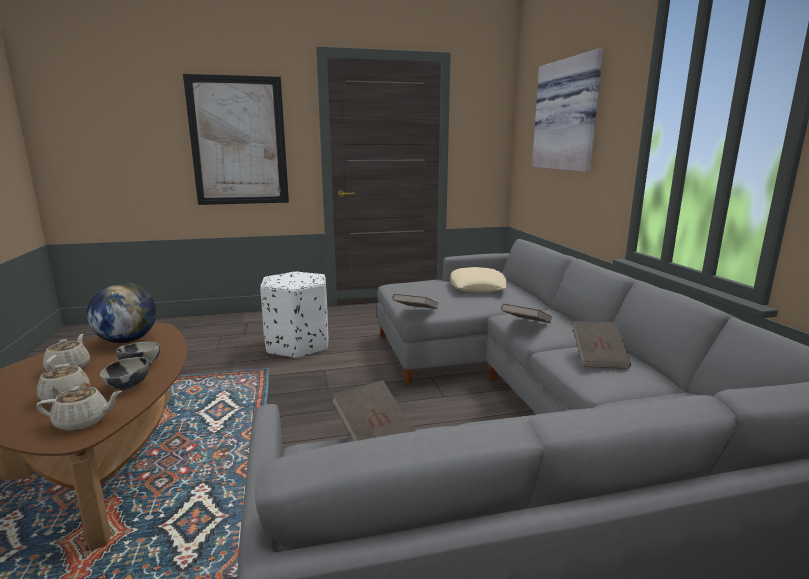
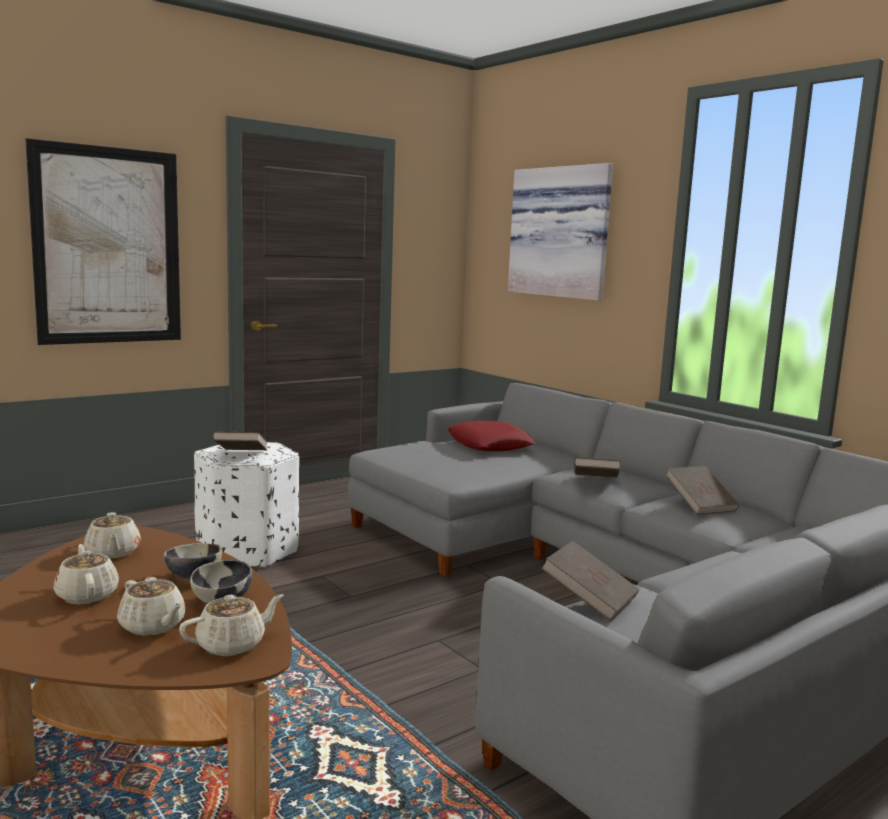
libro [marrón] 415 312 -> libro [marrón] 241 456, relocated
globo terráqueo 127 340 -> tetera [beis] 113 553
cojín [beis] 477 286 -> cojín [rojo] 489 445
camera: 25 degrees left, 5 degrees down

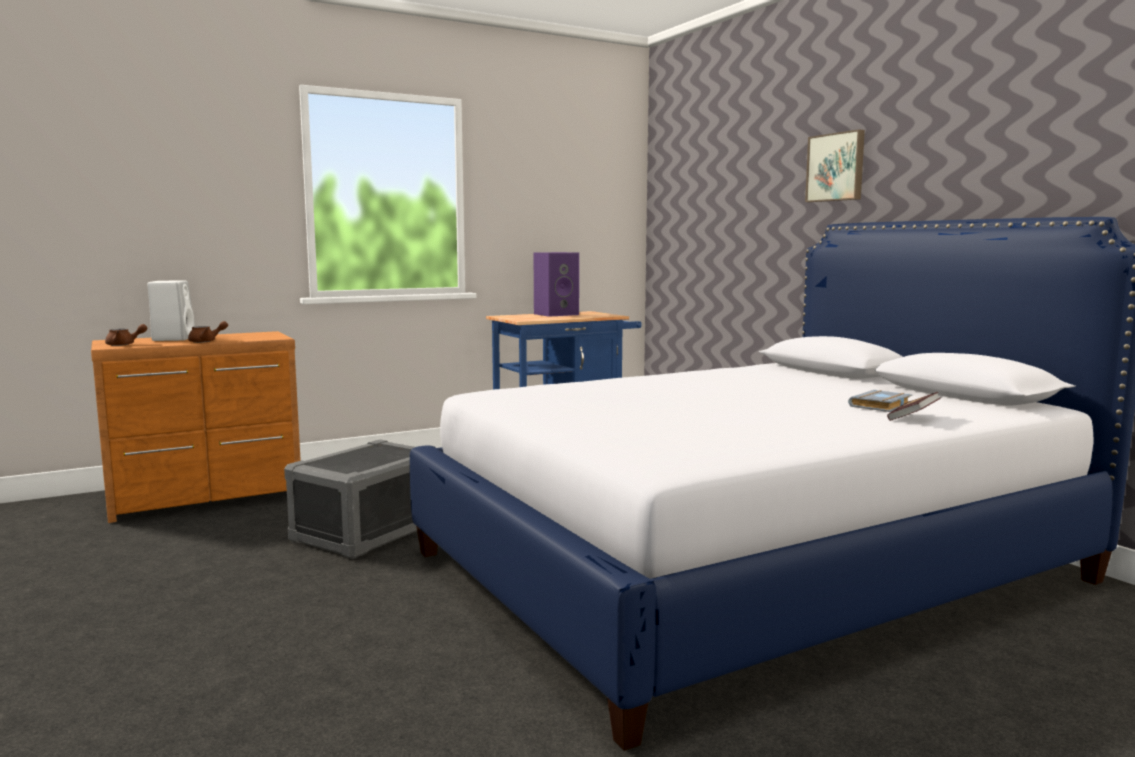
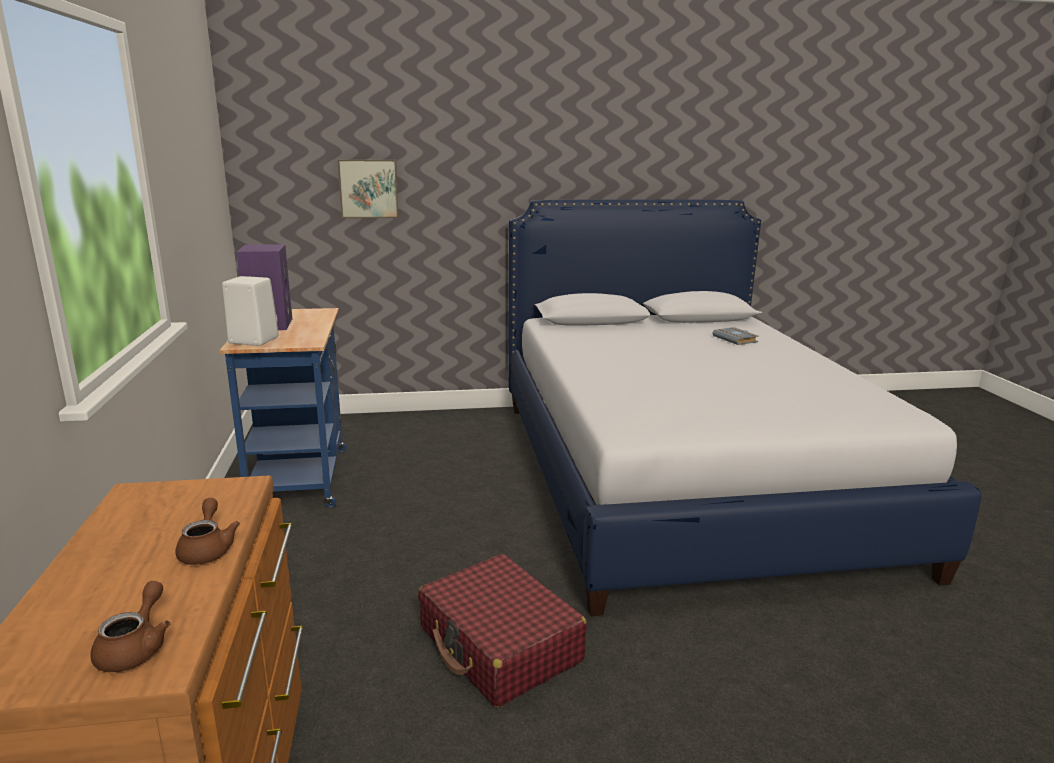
libro 913 418 -> none
altavoz [blanco] 173 339 -> altavoz [blanco] 252 340, relocated
cuadro 836 167 -> cuadro 368 188, relocated
caja de almacenaje [gris] 368 531 -> maleta [rojo] 500 645
camera: 70 degrees left, 10 degrees up

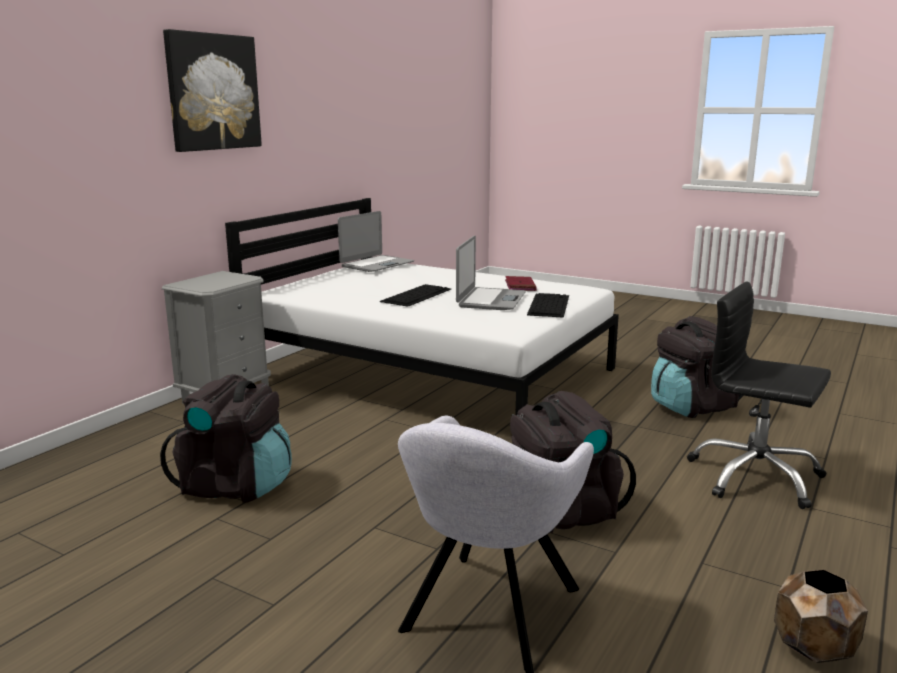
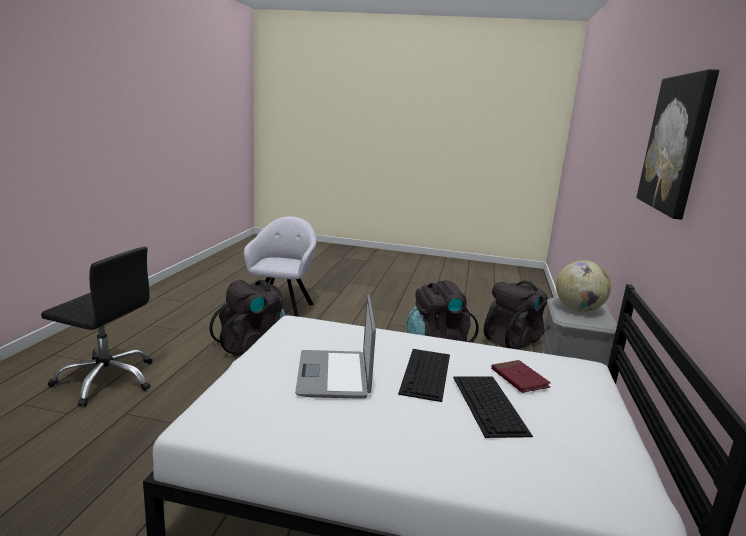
portátil 376 264 -> none
maceta [marrón] 813 649 -> none
none -> globo terráqueo 578 309
libro [rojo] 520 286 -> libro [rojo] 519 379, relocated
teclado 548 305 -> teclado 490 405, relocated
mochila [negro] 693 406 -> mochila [negro] 512 340, relocated
camera: 160 degrees right, 0 degrees up

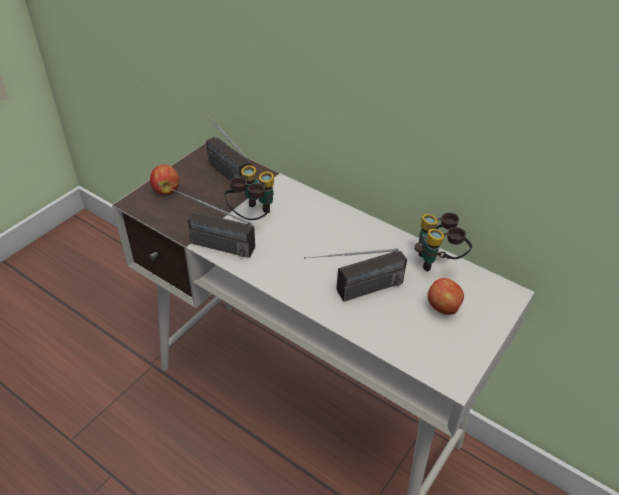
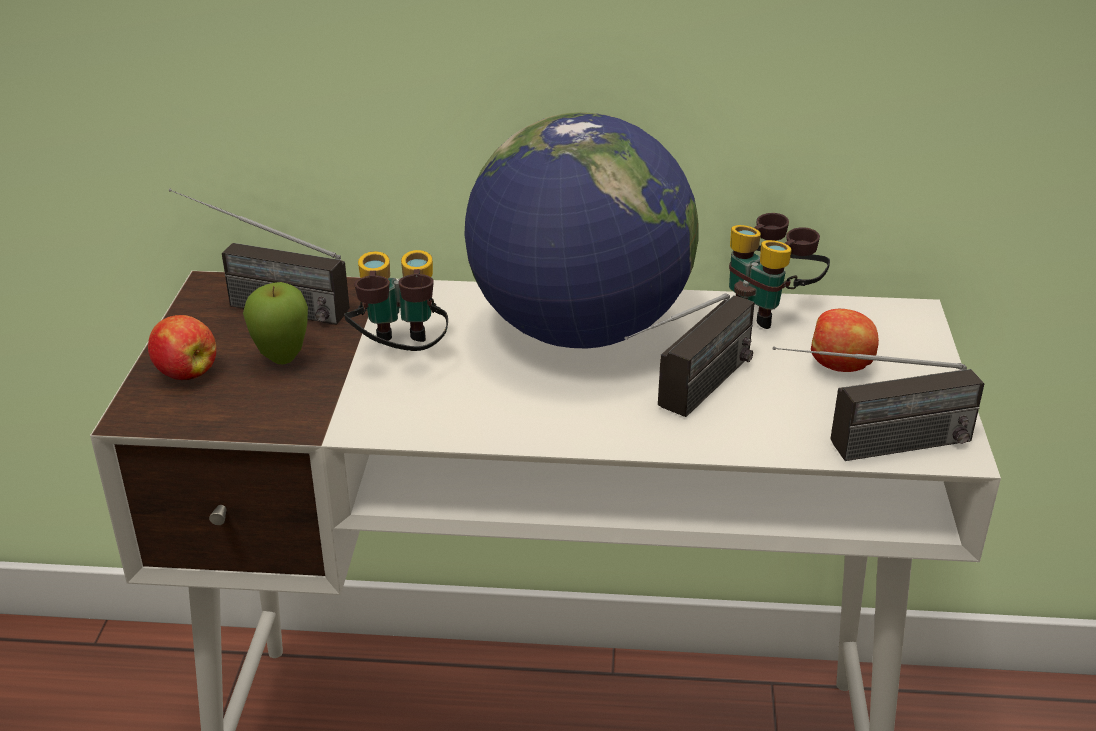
none -> manzana 282 359
none -> globo terráqueo 579 331
radio 206 243 -> radio 867 449, relocated
camera: 30 degrees left, 10 degrees down

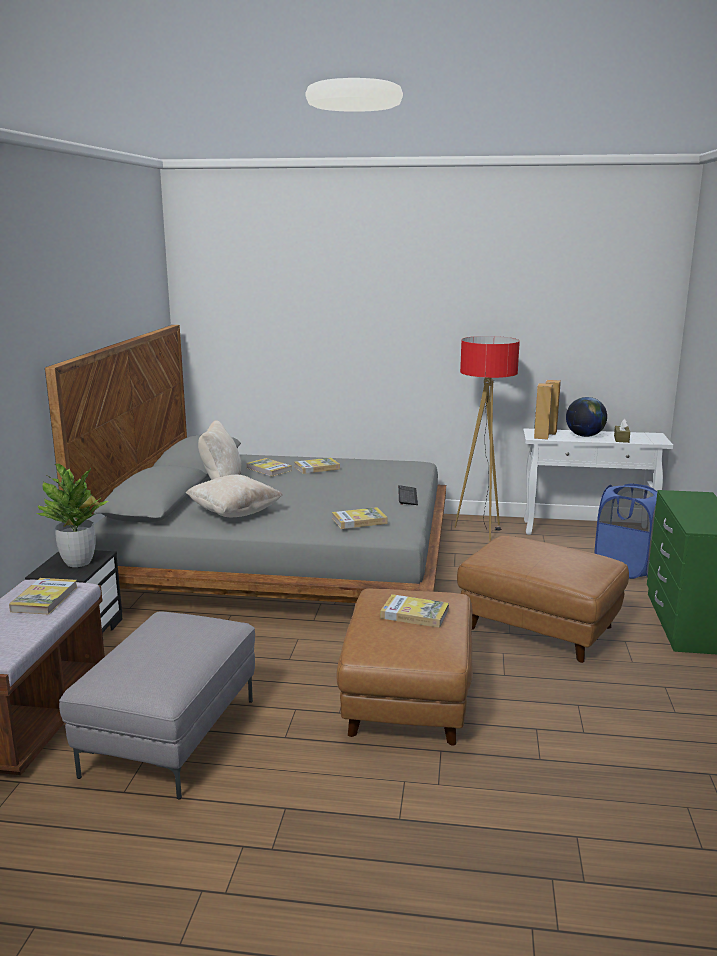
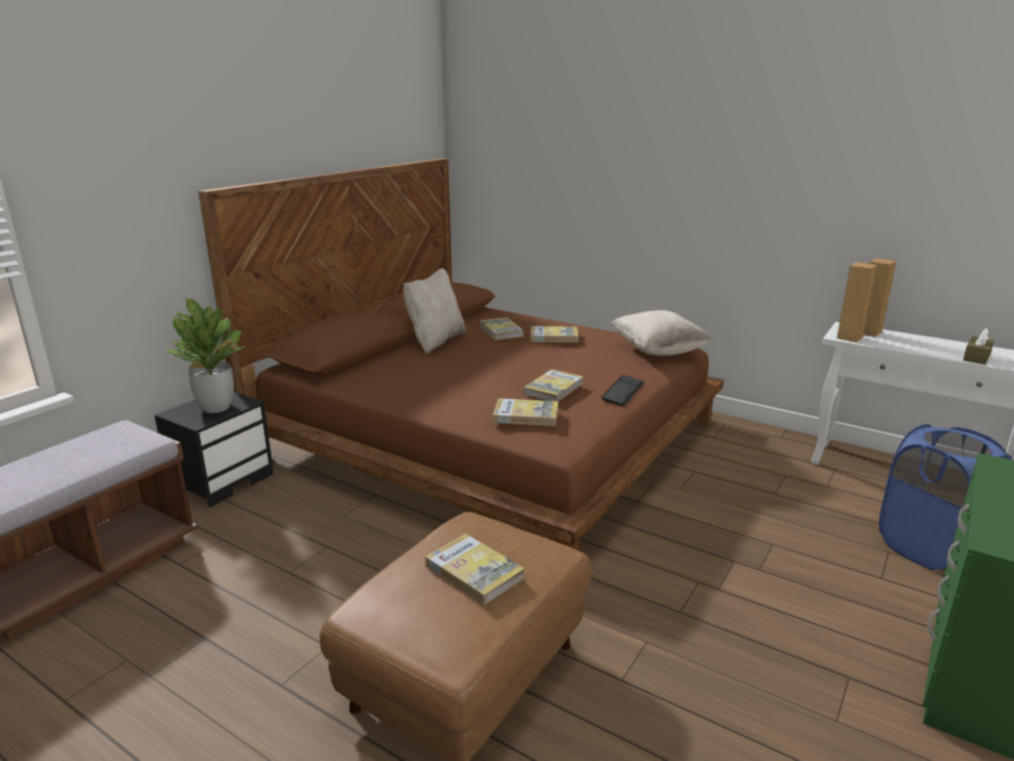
puf [gris] 170 736 -> none
lámpara de pie 481 531 -> none
puf [marrón] 540 627 -> none
globo terráqueo 584 436 -> none
libro 44 599 -> libro 554 388, relocated
cojín [beis] 234 513 -> cojín [beis] 658 351, relocated
cama [gris] 284 558 -> cama [marrón] 491 436
camera: 25 degrees right, 5 degrees up

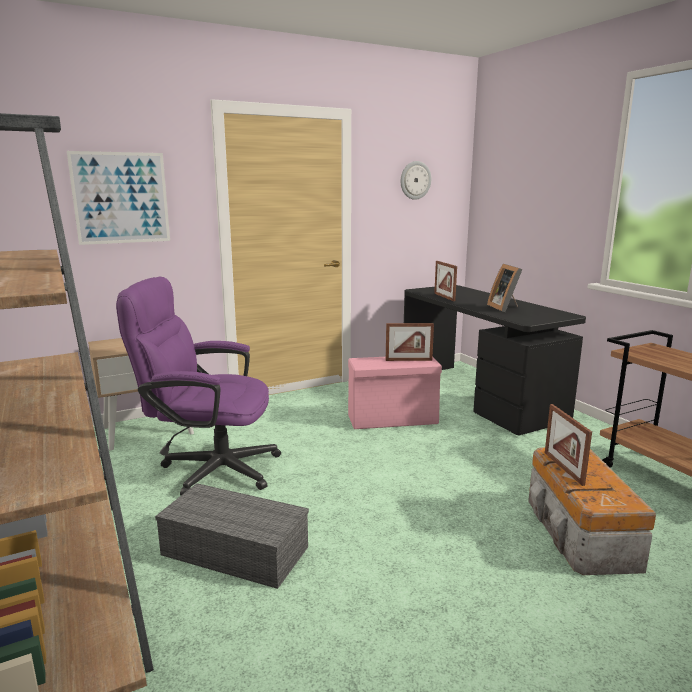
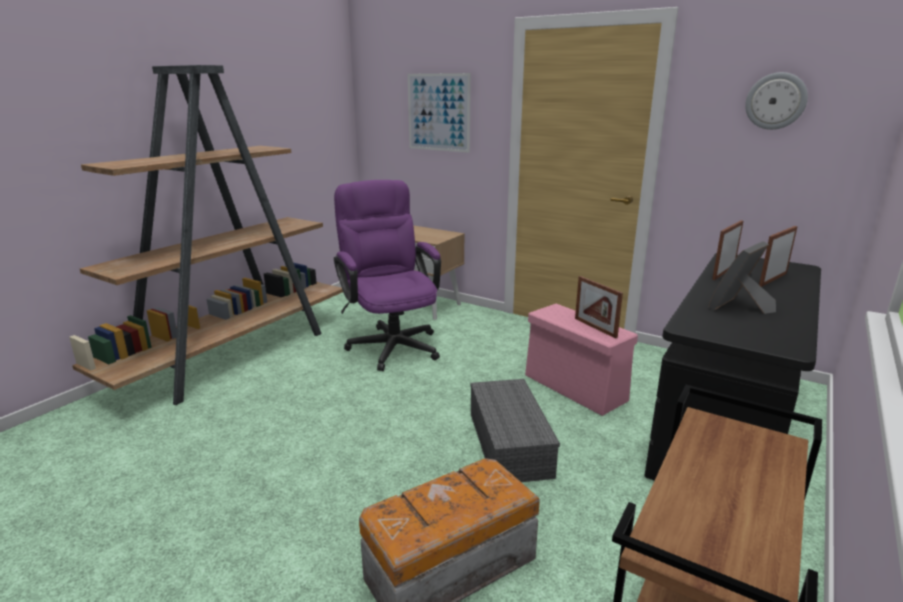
caja de almacenaje [gris] 232 551 -> caja de almacenaje [gris] 507 443, relocated
portarretratos 563 468 -> portarretratos 773 279, relocated
camera: 60 degrees right, 5 degrees up

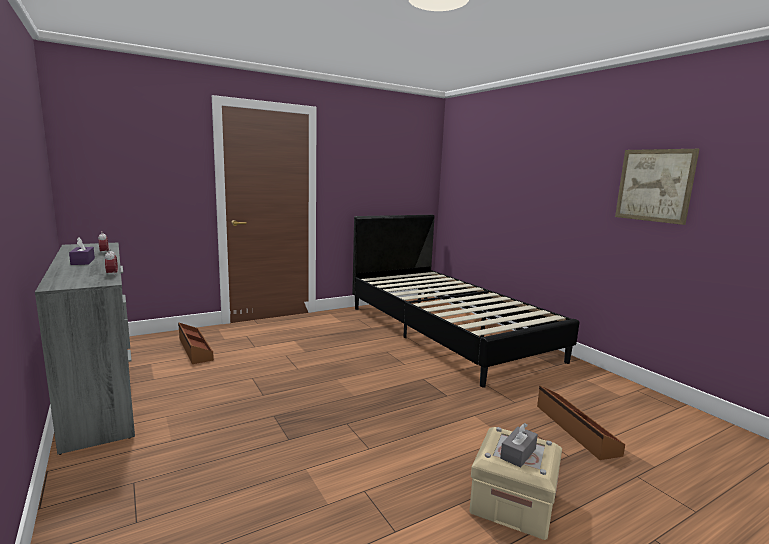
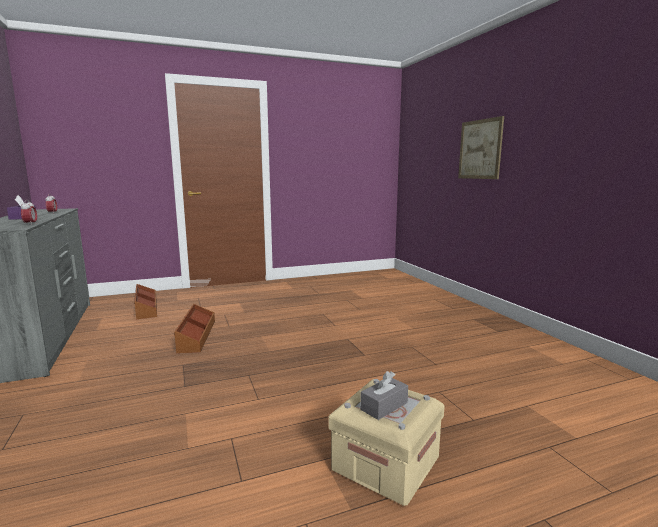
cama [negro] 446 331 -> none
caja de almacenaje [marrón] 575 429 -> caja de almacenaje [marrón] 196 335, relocated
cuadro 654 185 -> cuadro 480 149, relocated
camera: 10 degrees right, 0 degrees up

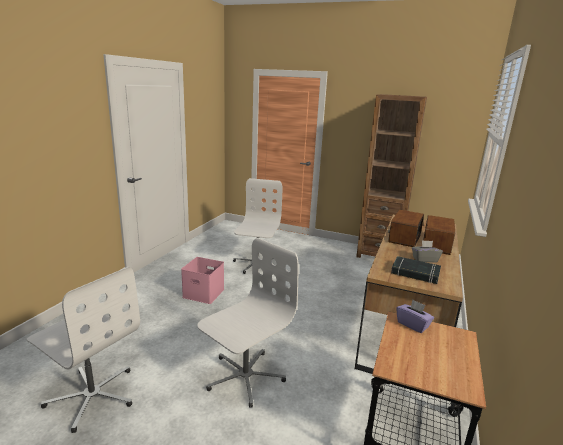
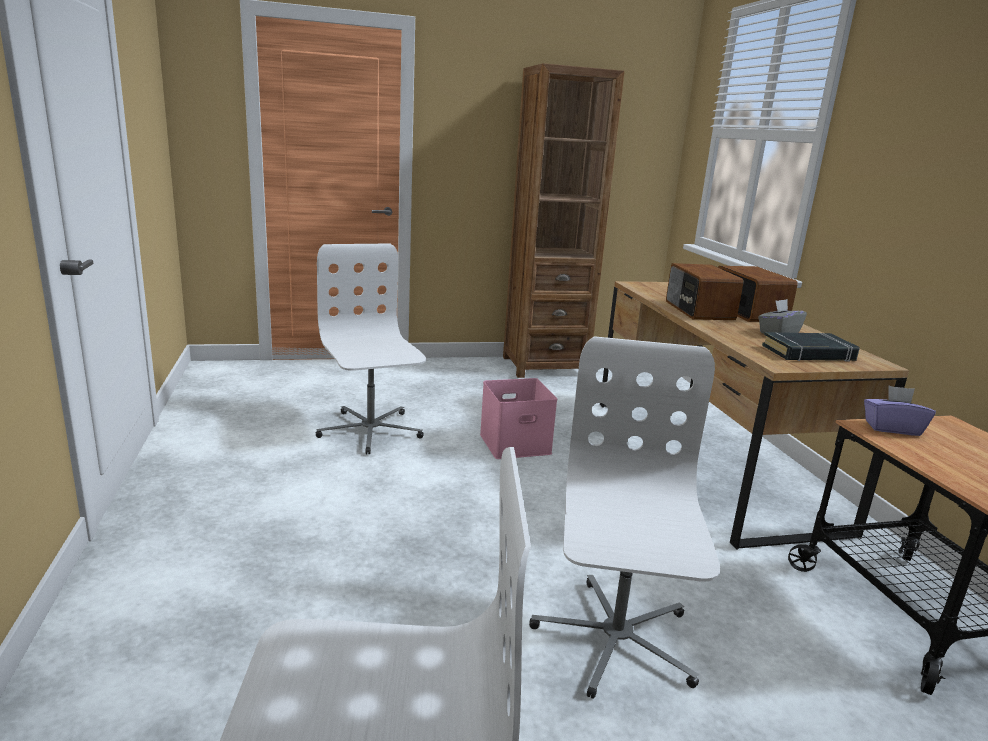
caja de almacenaje [rosa] 202 293 -> caja de almacenaje [rosa] 514 444, relocated
camera: 35 degrees left, 0 degrees up

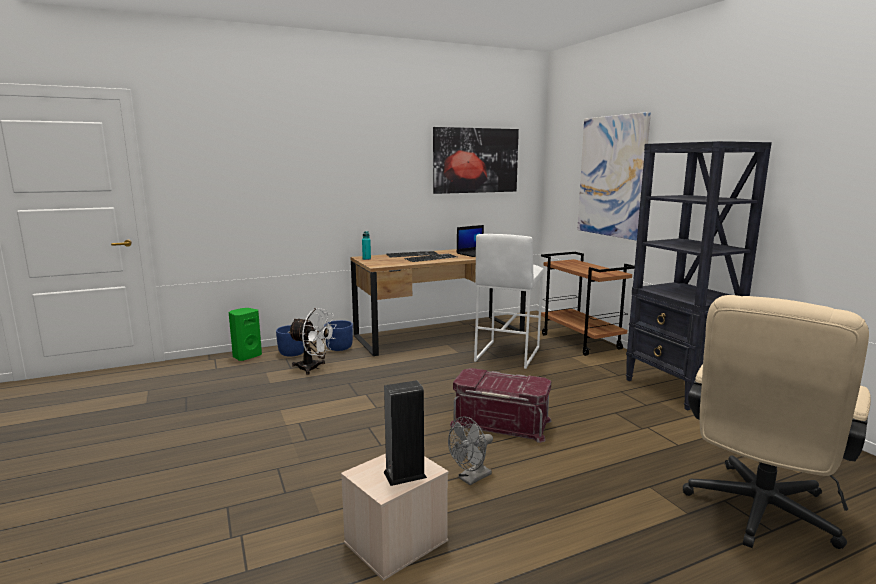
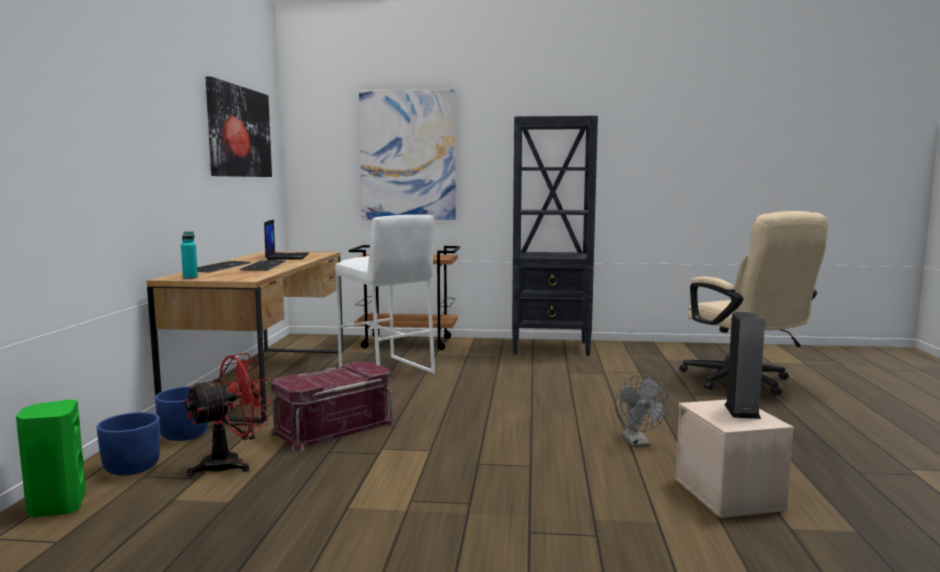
caja de almacenaje [rojo] 501 422 -> caja de almacenaje [rojo] 333 427, relocated
ventilador [blanco] 313 368 -> ventilador [rojo] 231 463
camera: 60 degrees left, 5 degrees down

